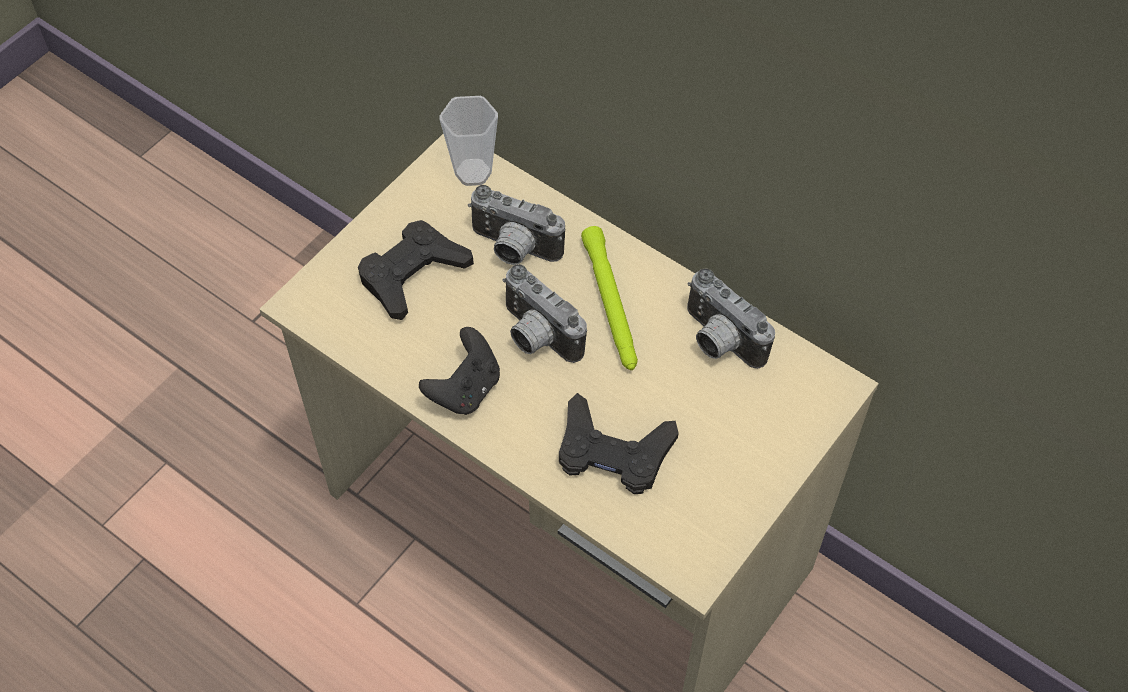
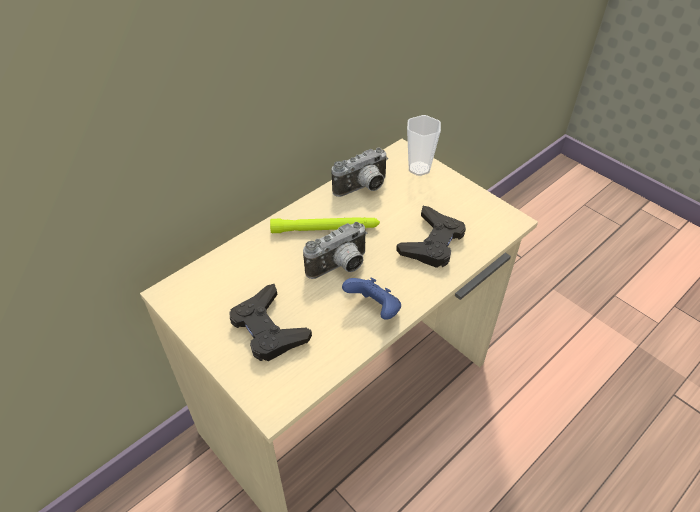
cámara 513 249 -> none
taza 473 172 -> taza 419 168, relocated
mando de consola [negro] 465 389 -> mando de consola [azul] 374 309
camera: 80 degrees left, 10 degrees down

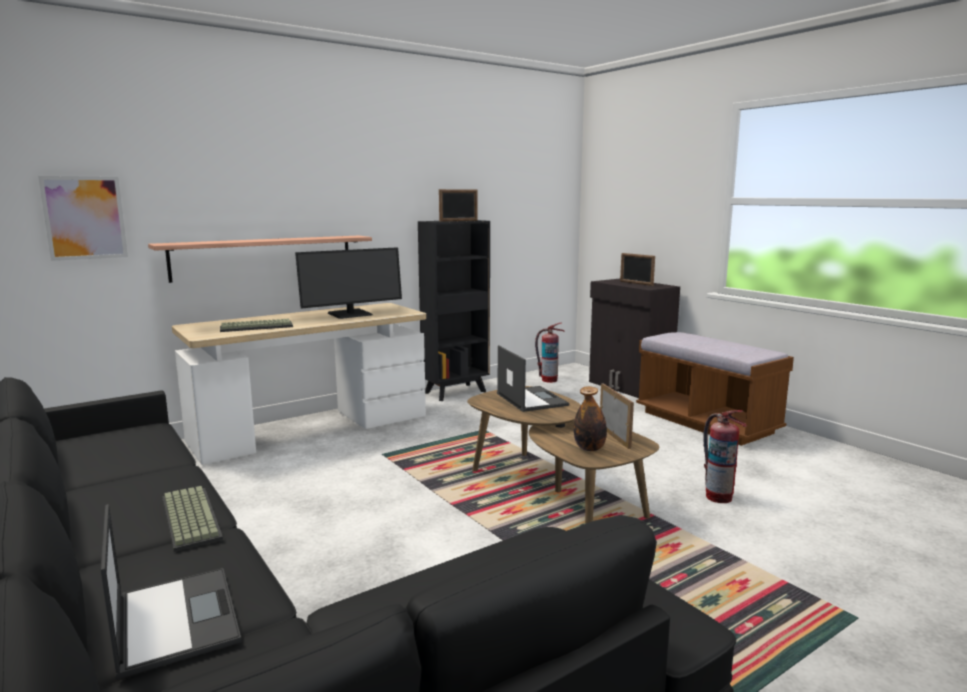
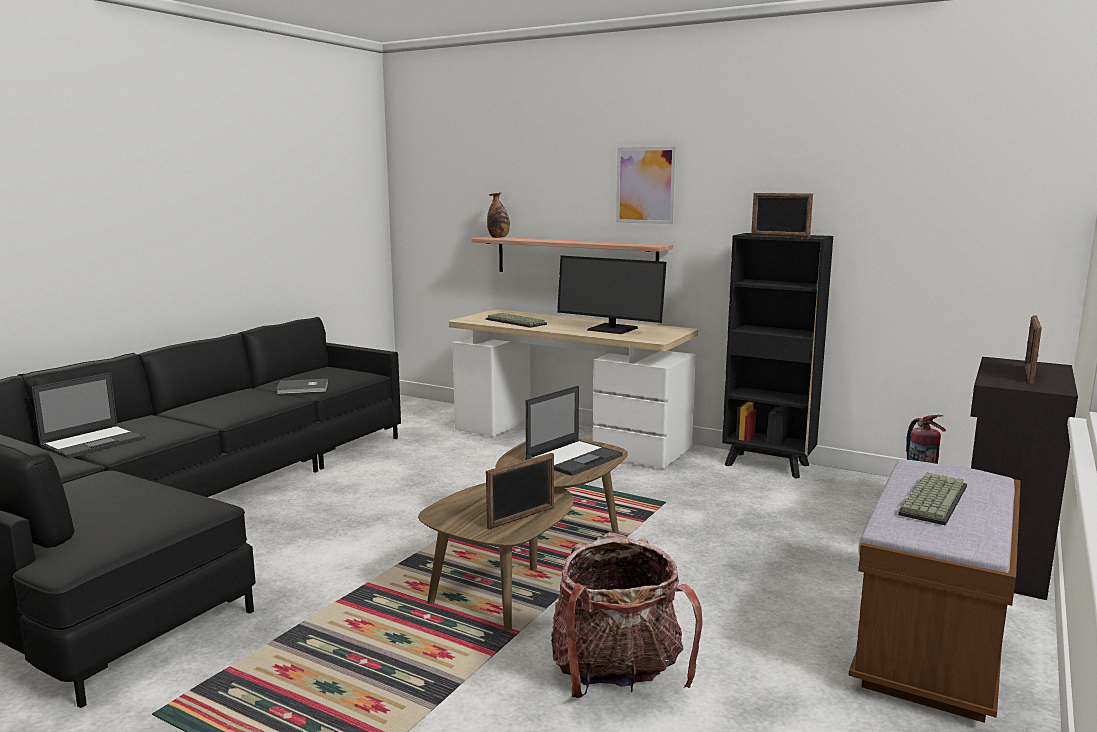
none -> libro [gris] 303 388
cuadro 84 218 -> cuadro 645 185, relocated
teclado 188 518 -> teclado 931 499, relocated
botella 589 448 -> botella 498 237, relocated
extintor 718 497 -> mochila 617 677
camera: 65 degrees right, 0 degrees up

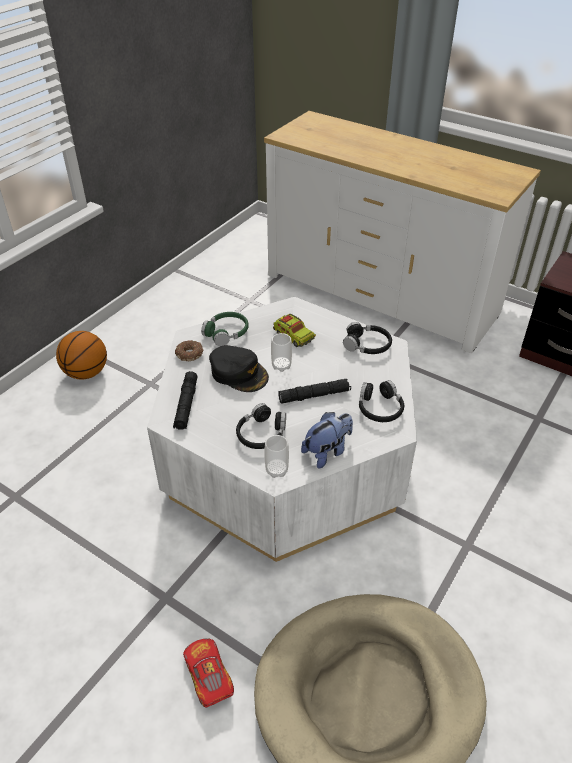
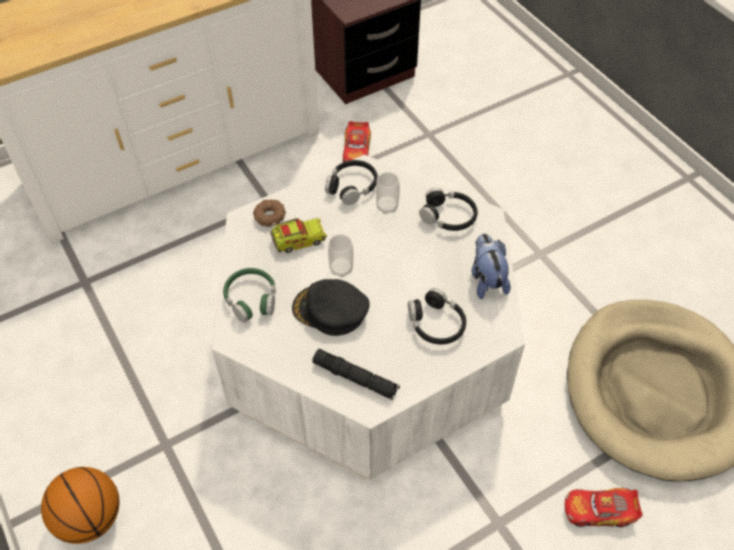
linterna [negro] 314 395 -> none
none -> coche de juguete 356 151
rosquilla 190 354 -> rosquilla 269 216, relocated
taza 276 470 -> taza 387 207, relocated
gorra [negro] 239 373 -> gorra [negro] 330 311, 135 degrees counterclockwise
camera: 65 degrees left, 10 degrees up

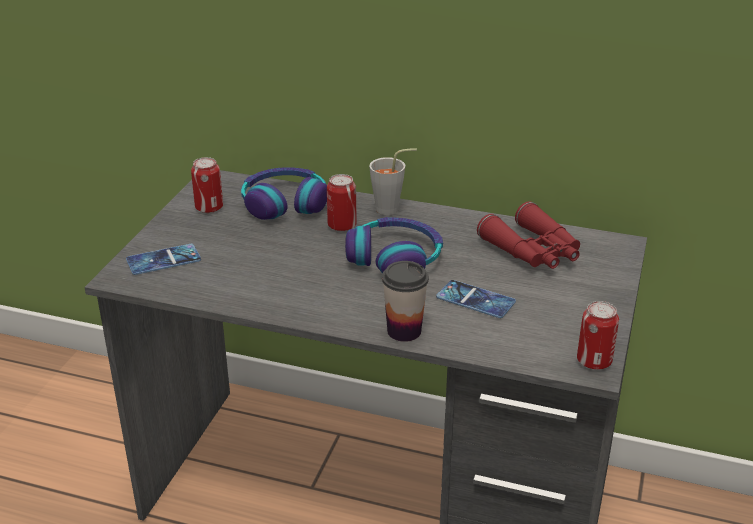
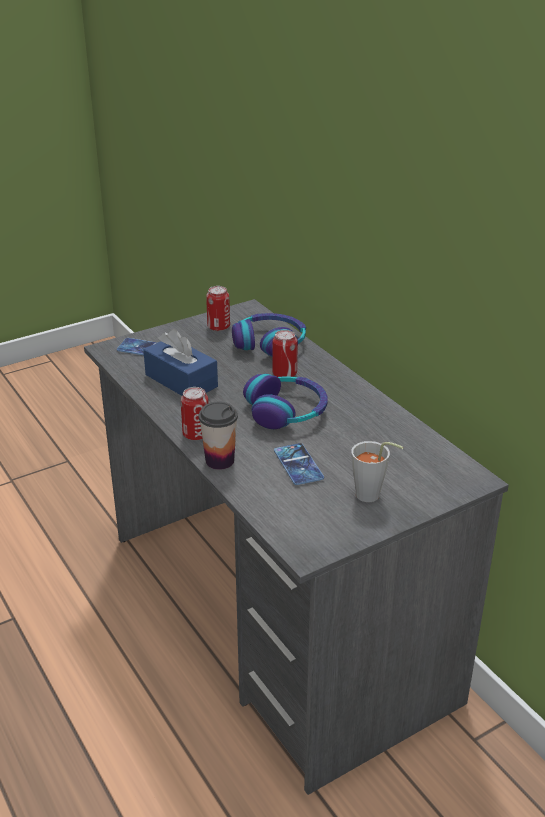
prismáticos [rojo] 533 251 -> none
none -> caja de pañuelos [azul] 181 381
taza [gris] 392 209 -> taza [gris] 372 497, relocated
lata 594 361 -> lata 196 434, relocated
camera: 40 degrees right, 0 degrees up

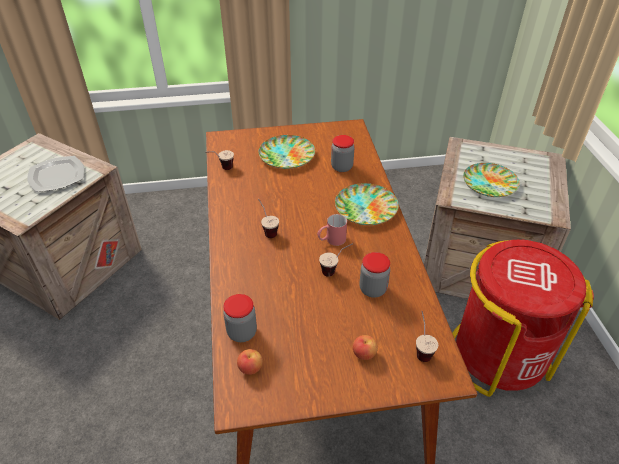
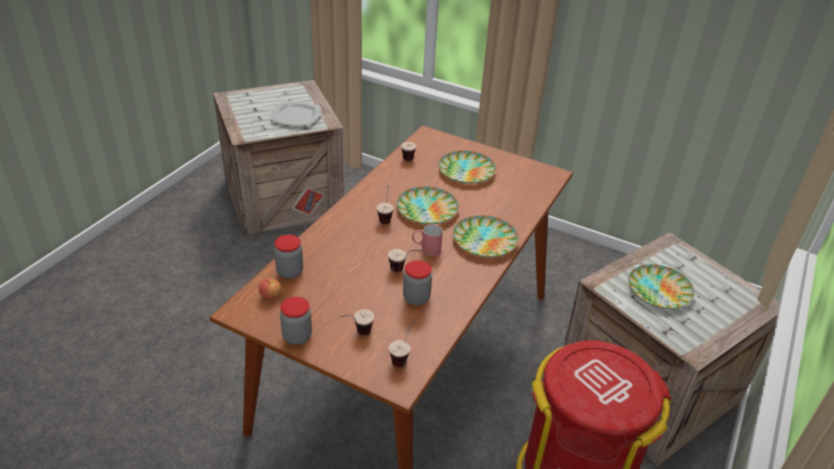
none -> plato 426 209
tarro 342 167 -> tarro 297 336, relocated
manzana 364 354 -> taza 356 334
camera: 35 degrees right, 5 degrees down

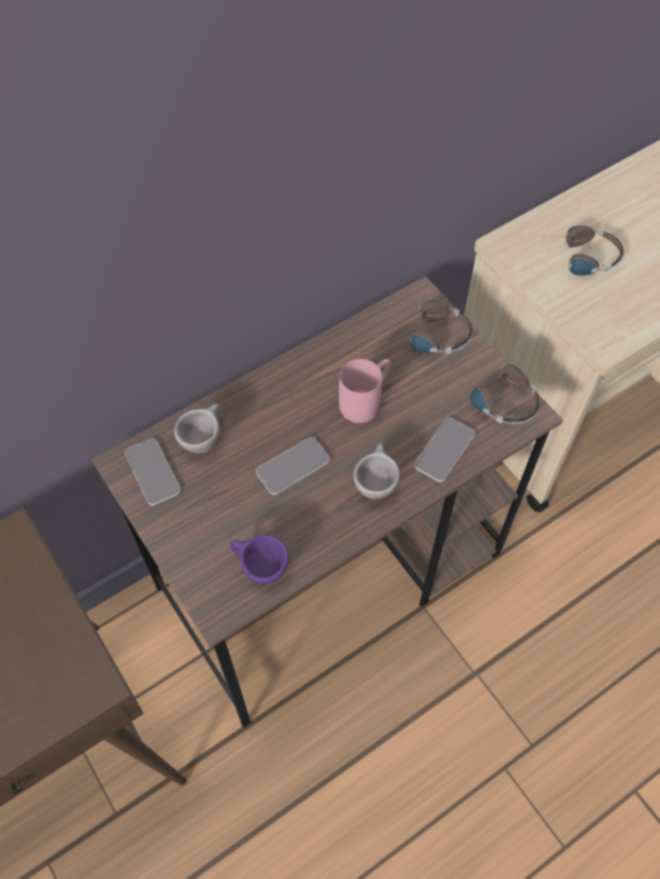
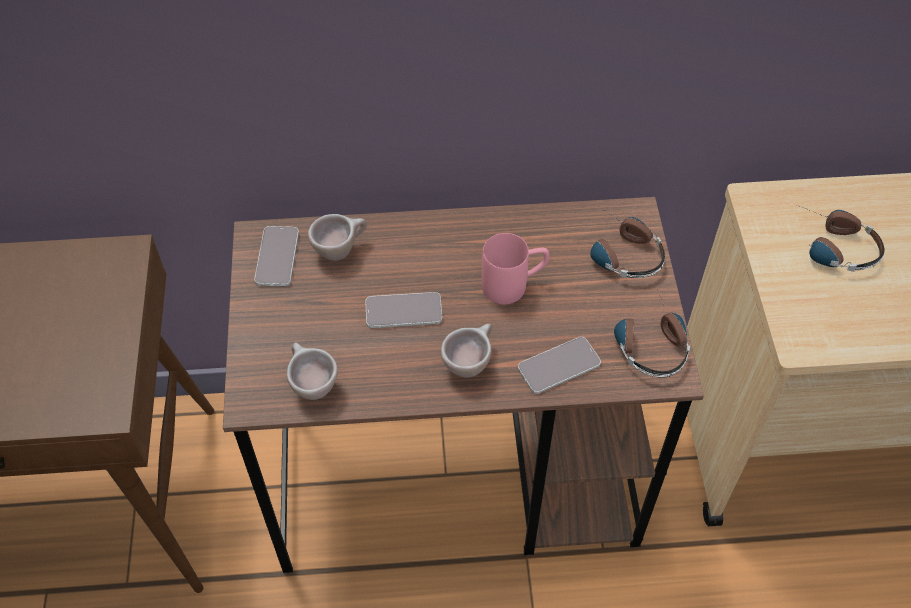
taza [morado] 259 568 -> taza [beis] 311 384
camera: 30 degrees right, 5 degrees down

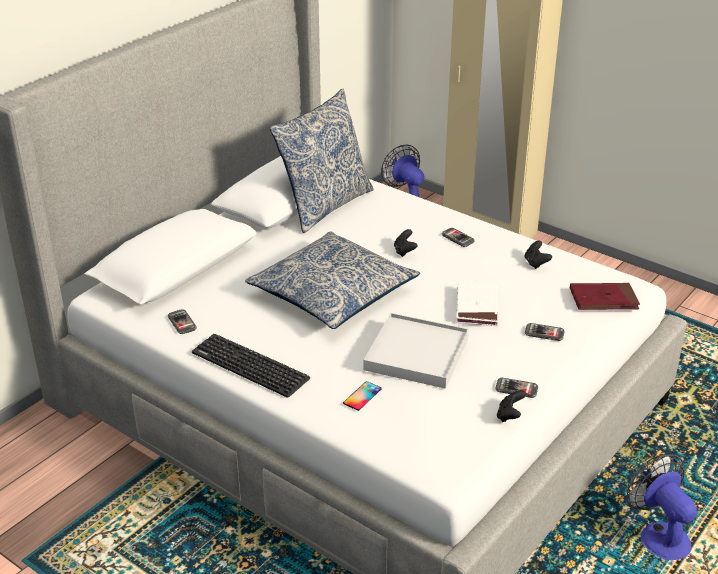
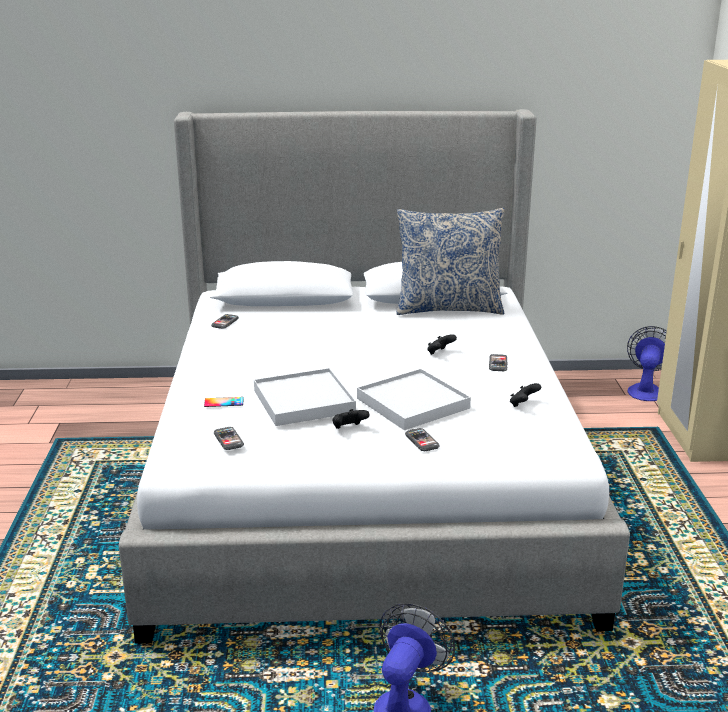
teclado 250 366 -> none
cojín 332 294 -> none
libro [rojo] 603 299 -> none
móvil 516 389 -> móvil 228 440, relocated
mando de consola [negro] 509 416 -> mando de consola [negro] 349 429, relocated
libro [blanco] 477 307 -> bandeja [blanco] 412 403
camera: 50 degrees right, 10 degrees down

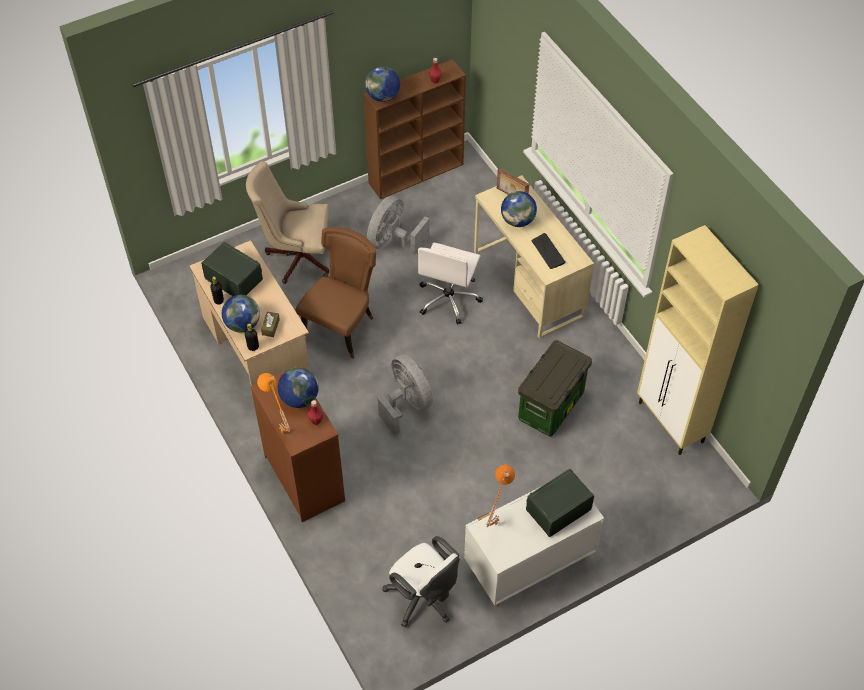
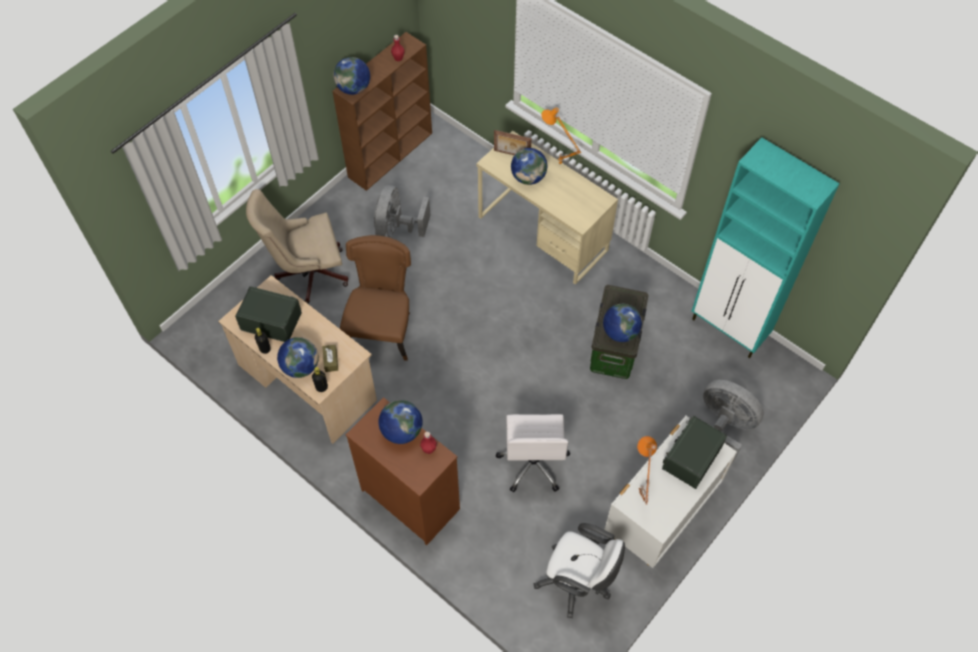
teclado 548 252 -> none
none -> globo terráqueo 620 332
lámpara de mesa [naranja] 280 434 -> lámpara de mesa [naranja] 558 165, relocated
ventilador [gris] 407 404 -> ventilador [gris] 724 425, relocated
silla de oficina [blanco] 449 299 -> silla de oficina [blanco] 533 463, relocated
armario [beis] 671 423 -> armario [turquesa] 729 330
camera: 20 degrees left, 5 degrees up

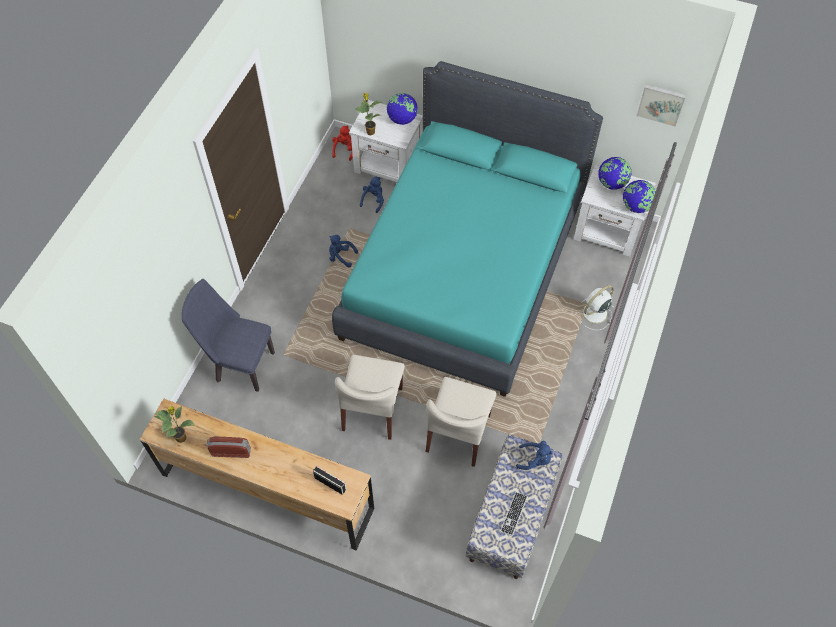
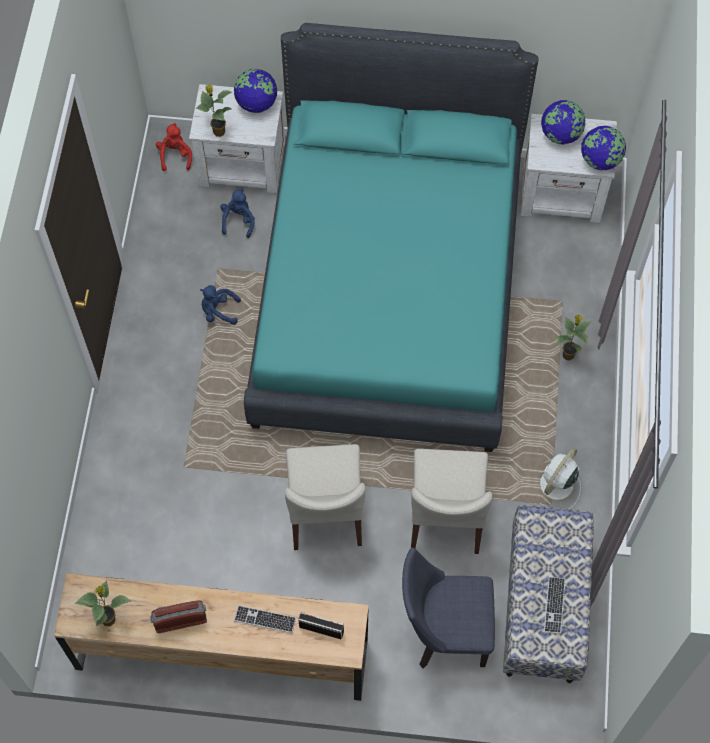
peluche [azul] 535 460 -> none
cuadro 661 103 -> none
none -> teclado 265 619
none -> planta en maceta 568 354
silla [azul] 240 365 -> silla [azul] 443 634, relocated
ventilador [blanco] 594 313 -> ventilador [blanco] 555 485, relocated
camera: 15 degrees left, 5 degrees up

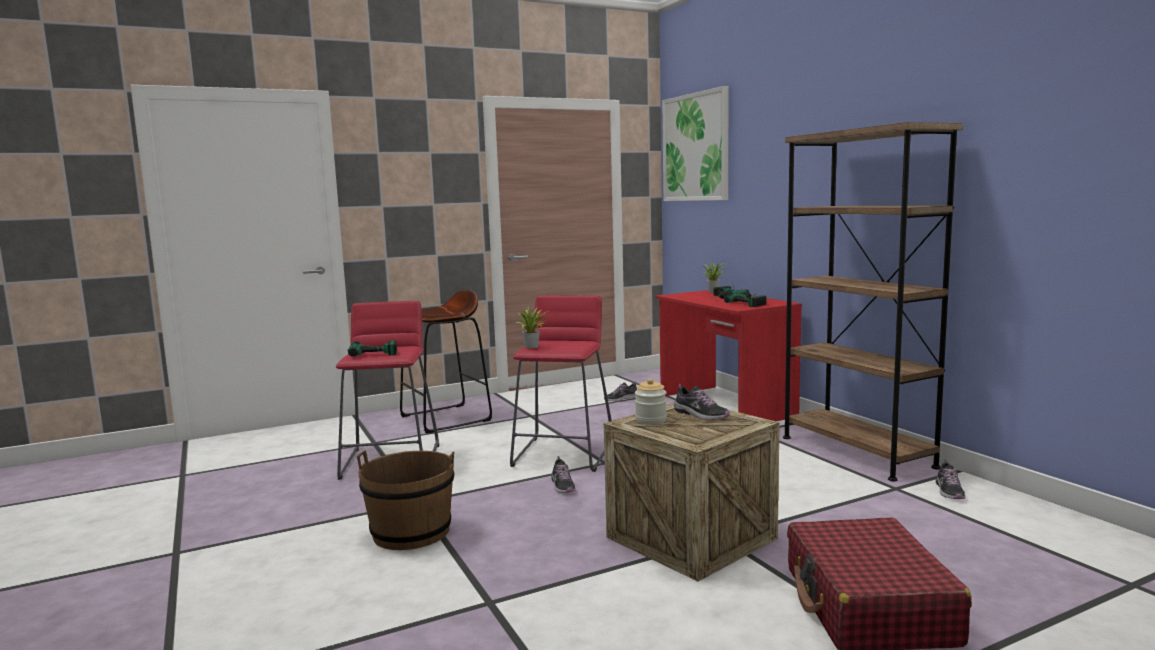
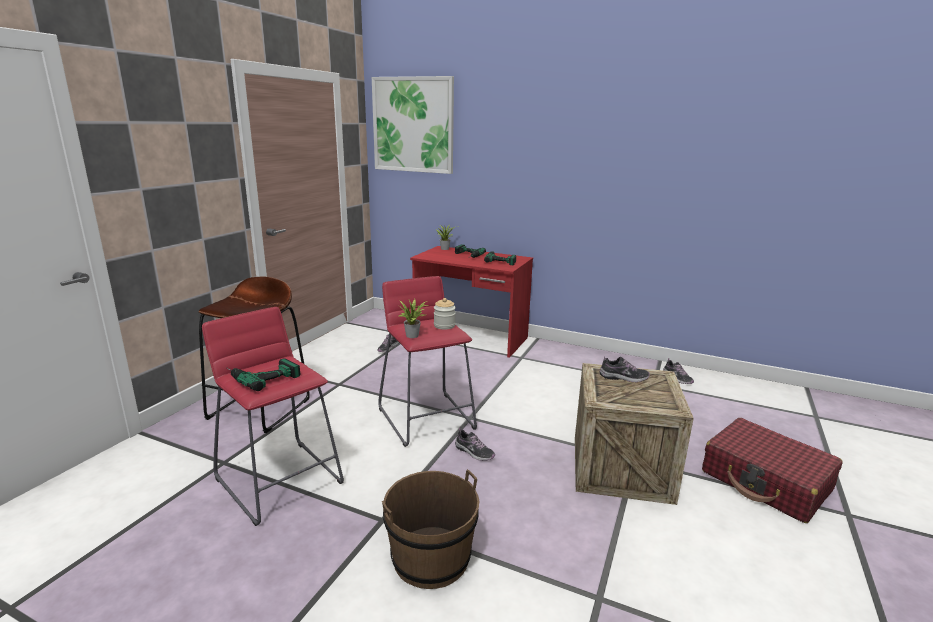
estantería [marrón] 856 452 -> none
tarro 650 420 -> tarro 444 326, relocated
camera: 40 degrees left, 10 degrees up

